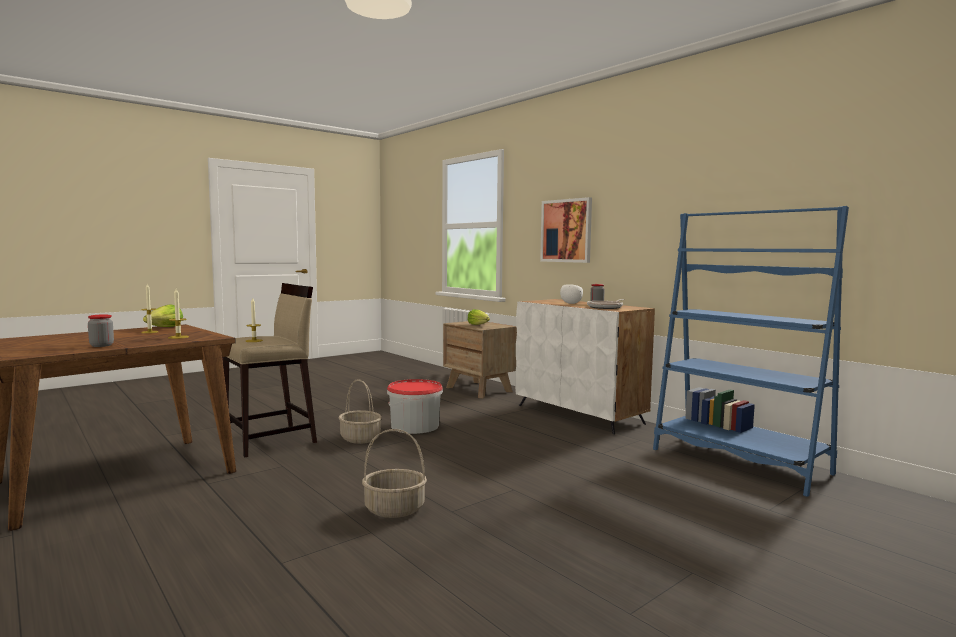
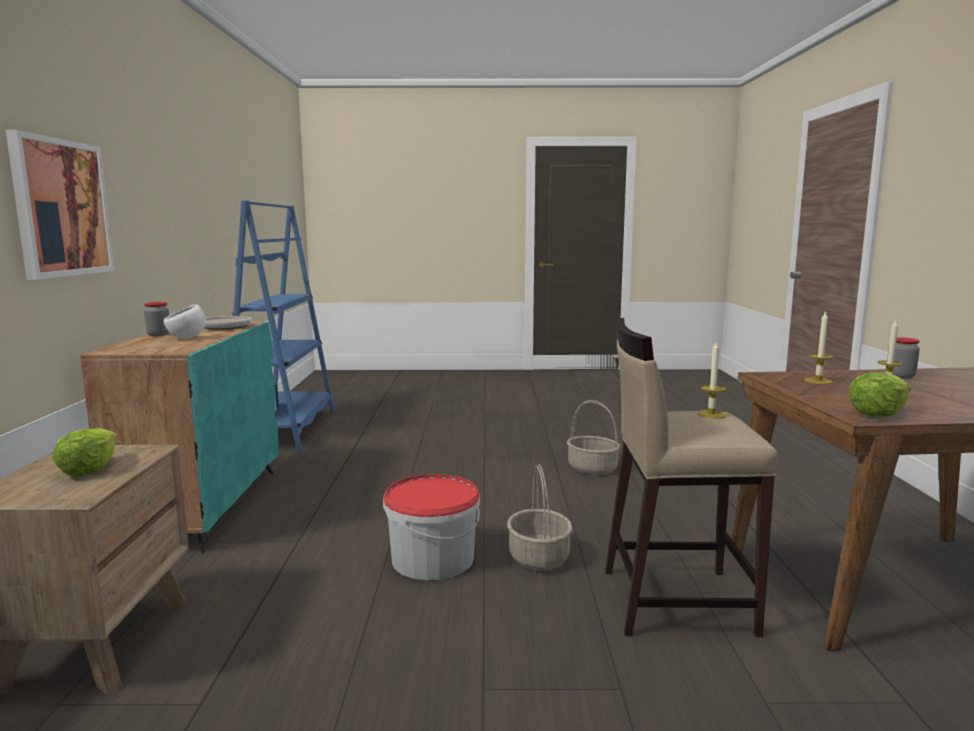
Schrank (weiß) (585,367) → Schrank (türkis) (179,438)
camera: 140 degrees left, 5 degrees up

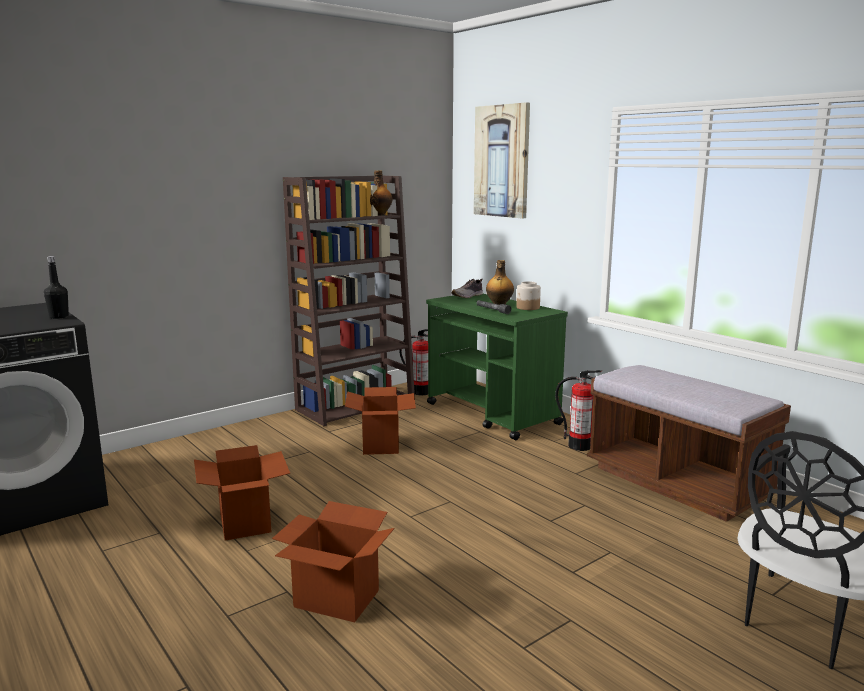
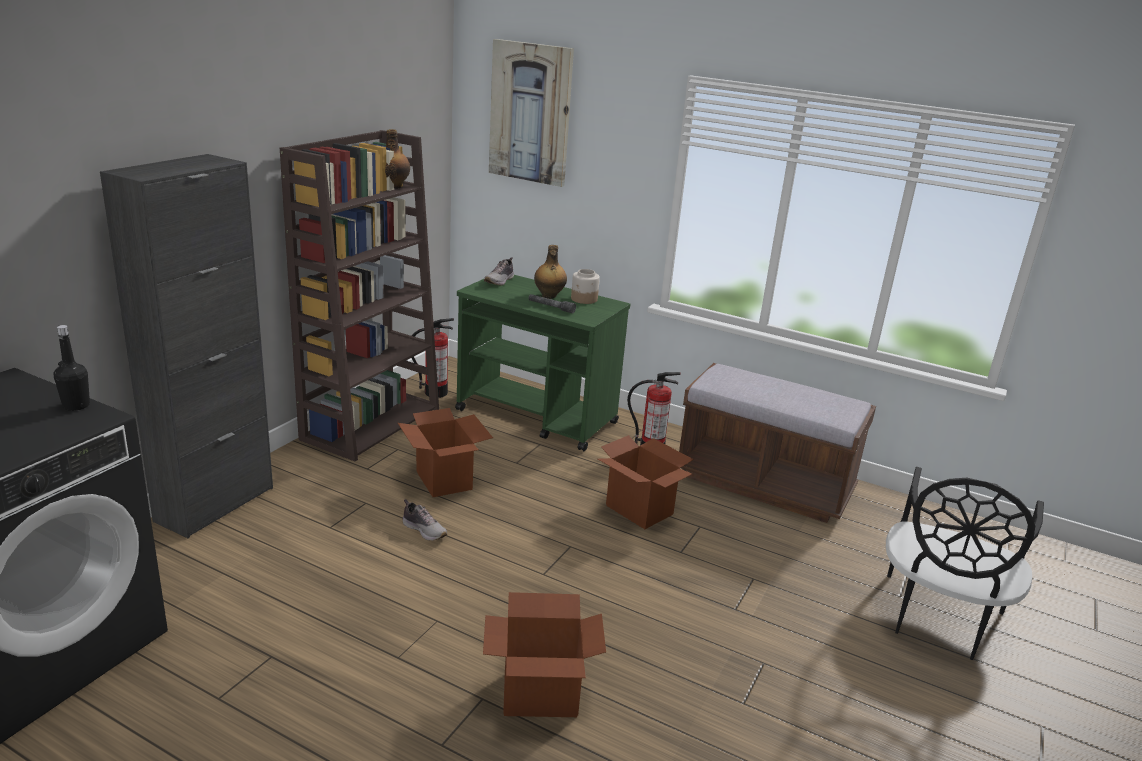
Karton (242,493) → Karton (646,482), relocated
- → Schrank (schwarz) (186,346)
- → Schuh (425,520)
camera: 25 degrees left, 10 degrees up

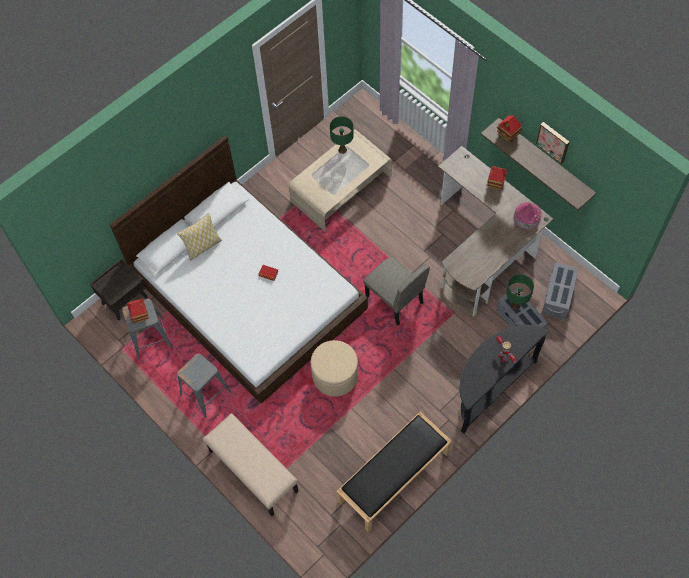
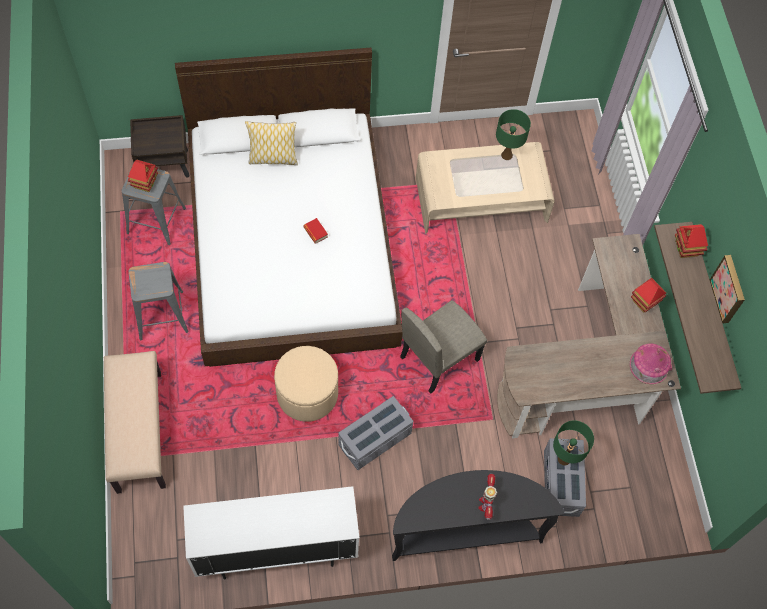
Stuhl (beige) (396,291) → Stuhl (beige) (443,346), 60 degrees clockwise
Aufbewahrungsbox (grau) (560,291) → Aufbewahrungsbox (grau) (375,433), relocated
Bank (schwarz) (394,472) → Schrank (weiß) (271,533)
camera: 30 degrees right, 0 degrees up

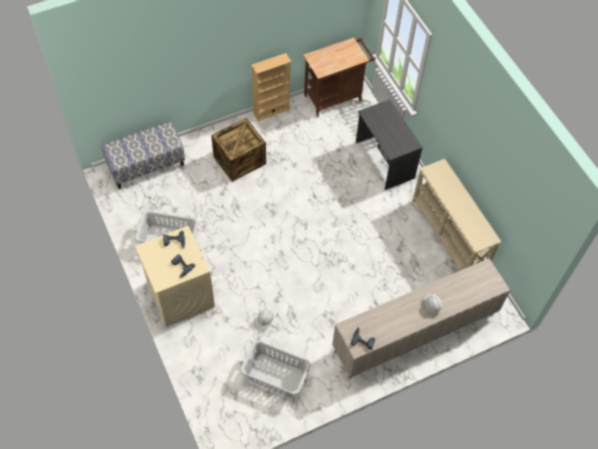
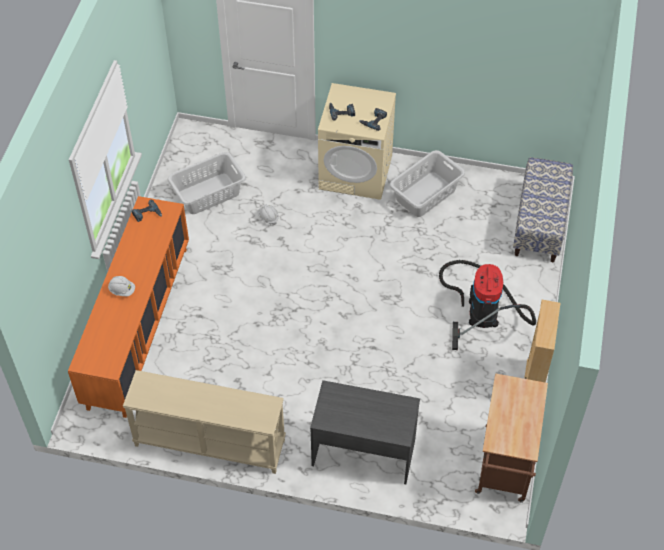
Kiste (238,150) → Staubsauger (487,305)
Schrank (beige) (421,318) → Schrank (orange) (128,307)
camera: 130 degrees right, 5 degrees down

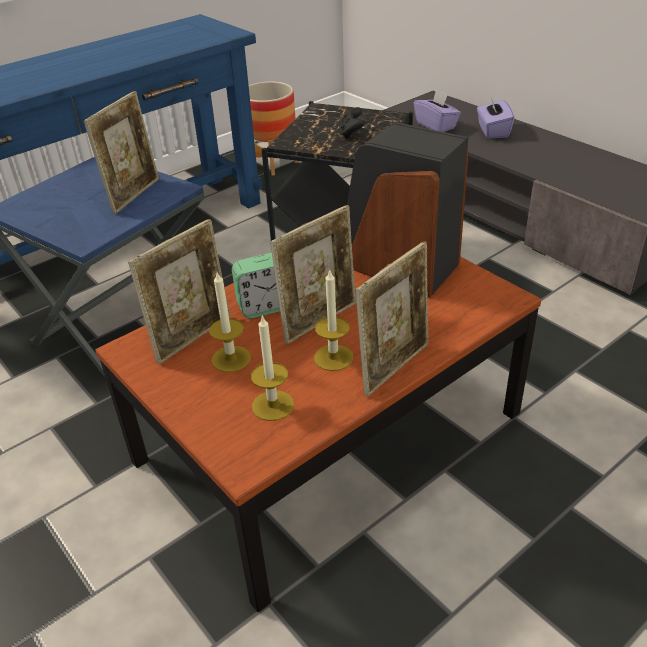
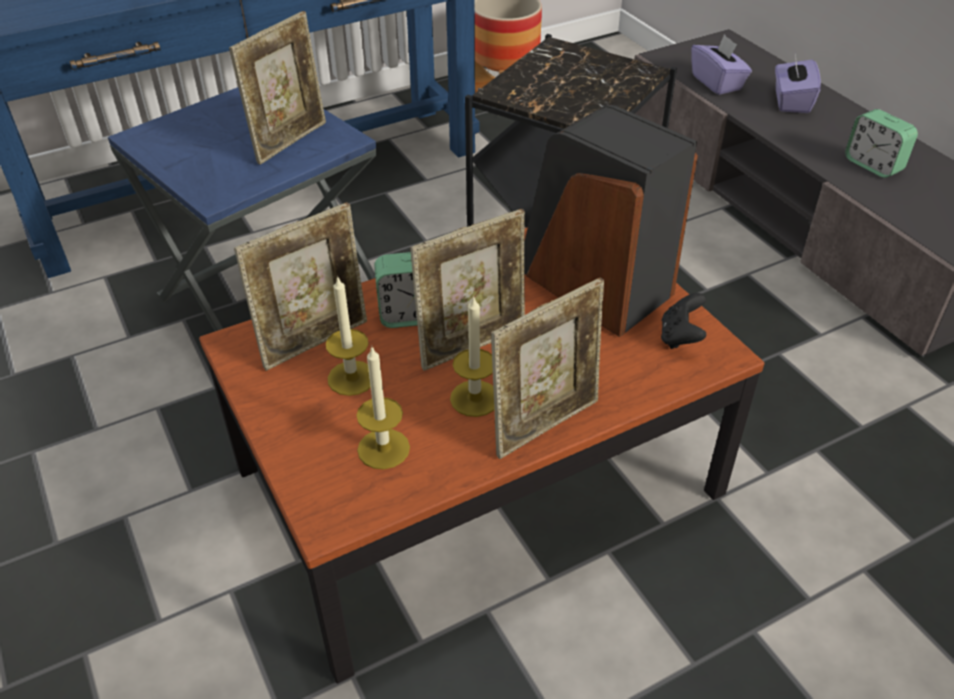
Gamepad (schwarz) (351,123) → Gamepad (schwarz) (684,321), relocated
- → Wecker (881,143)
camera: 10 degrees right, 5 degrees up

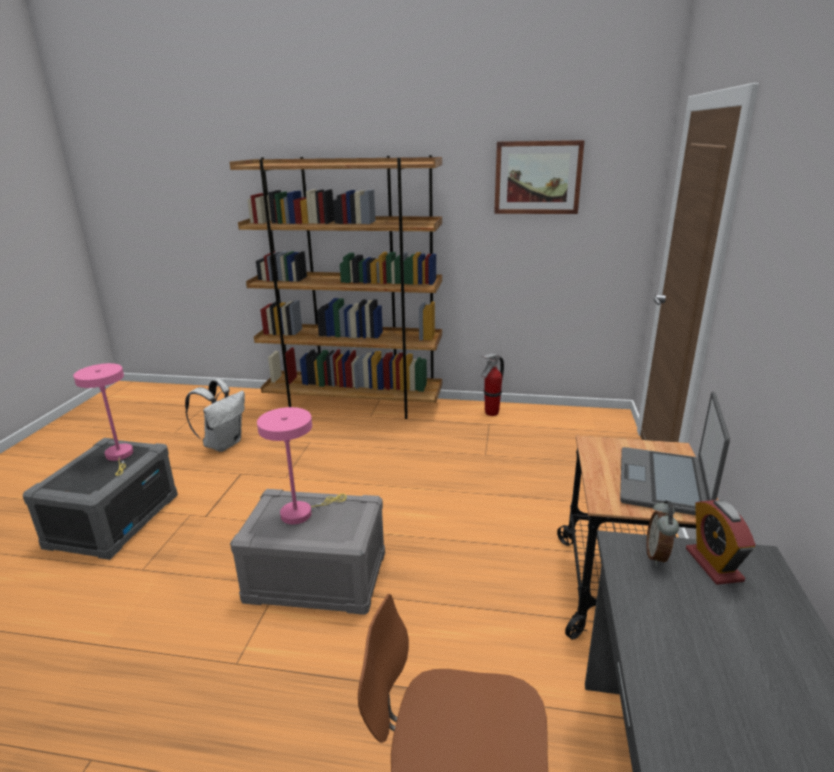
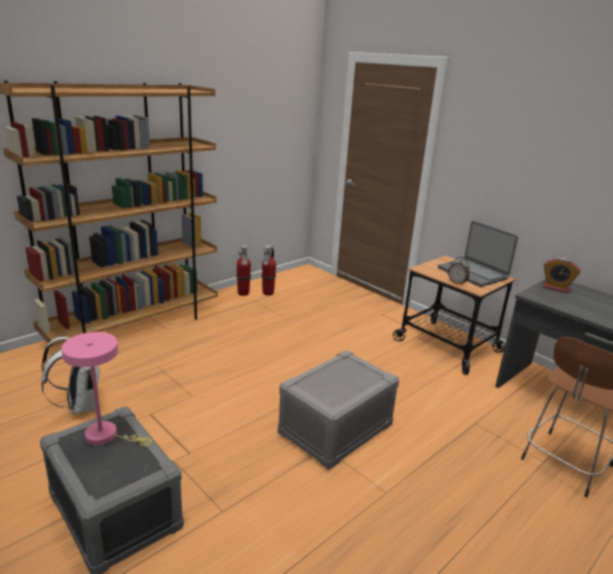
Bild (539,177) → -
Tischlampe (rosa) (302,465) → -
Wecker (662,533) → Wecker (459,271), relocated
- → Feuerlöscher (268,270)
camera: 55 degrees left, 0 degrees up

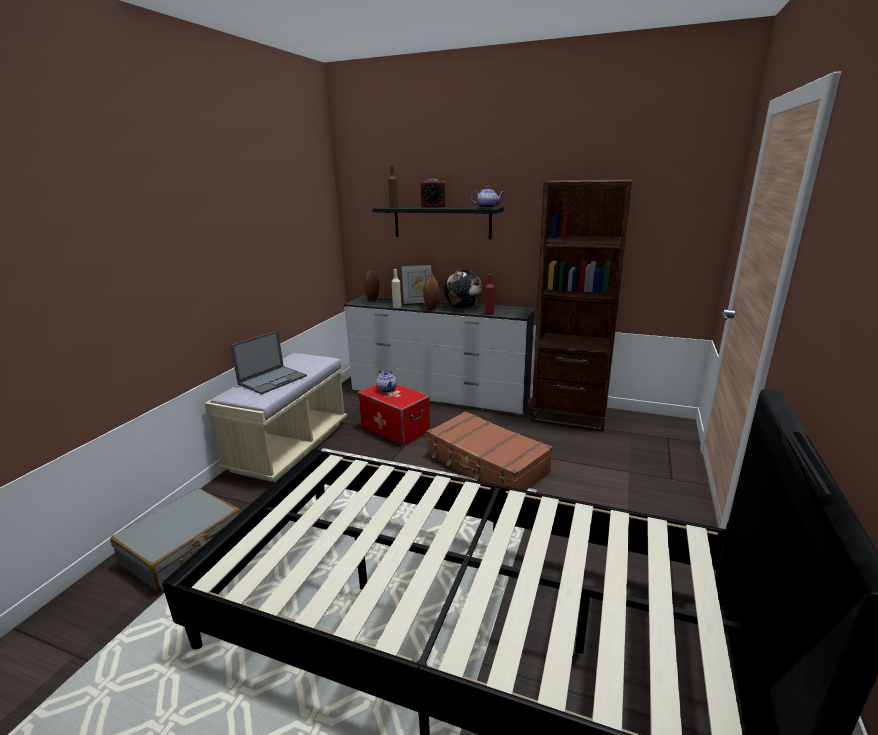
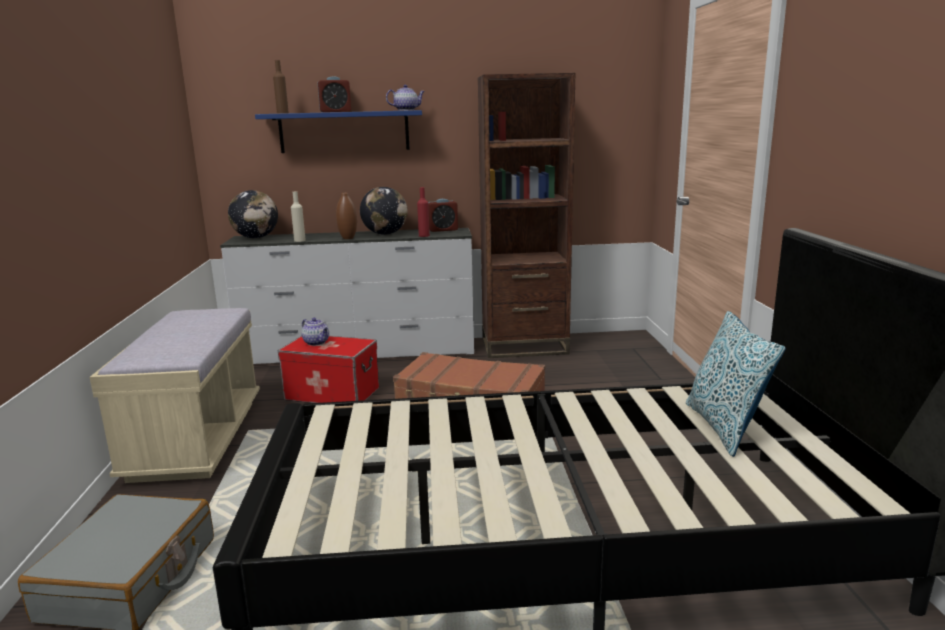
Wandregal (schwarz) (438,222) → Wandregal (blau) (338,131)
Bilderrahmen (416,284) → -
Vase (braun) (372,283) → Globus (253,214)
Laptop (268,362) → -
- → Wecker (443,215)
- → Kissen (736,384)
camera: 25 degrees left, 5 degrees down

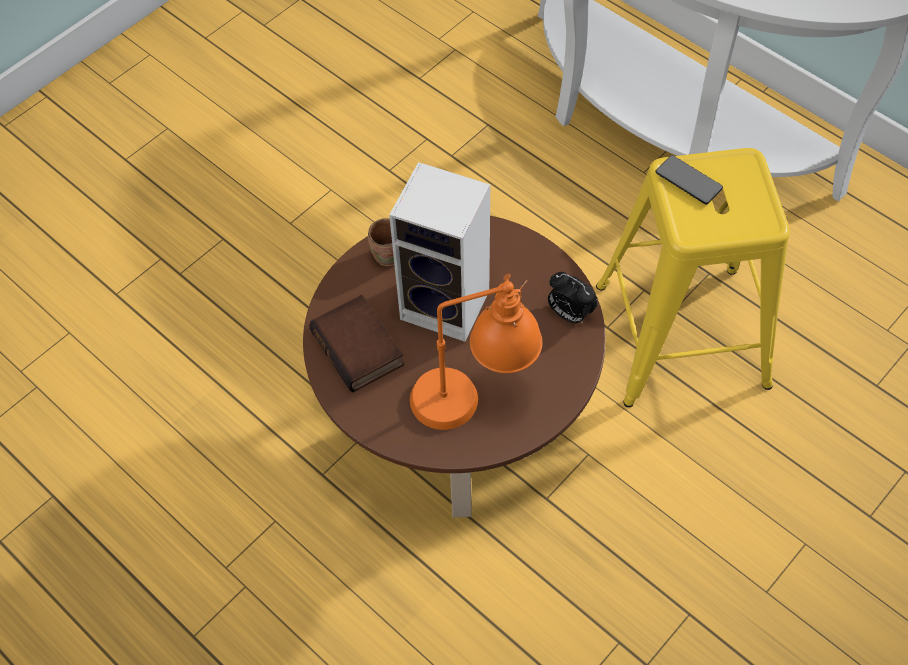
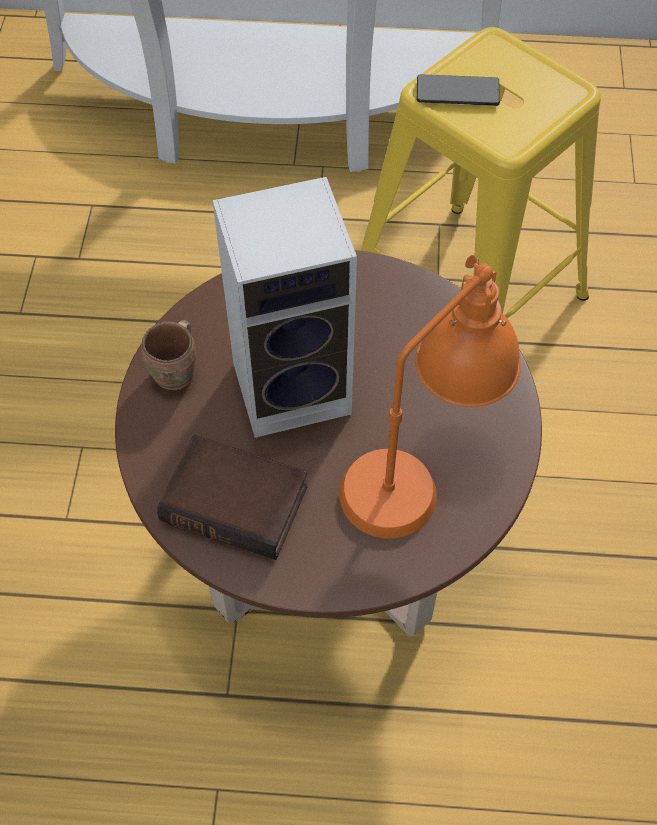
Wecker (573,298) → -
camera: 40 degrees left, 0 degrees up

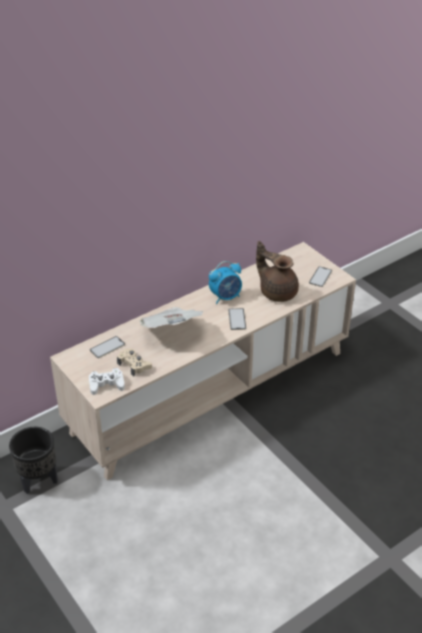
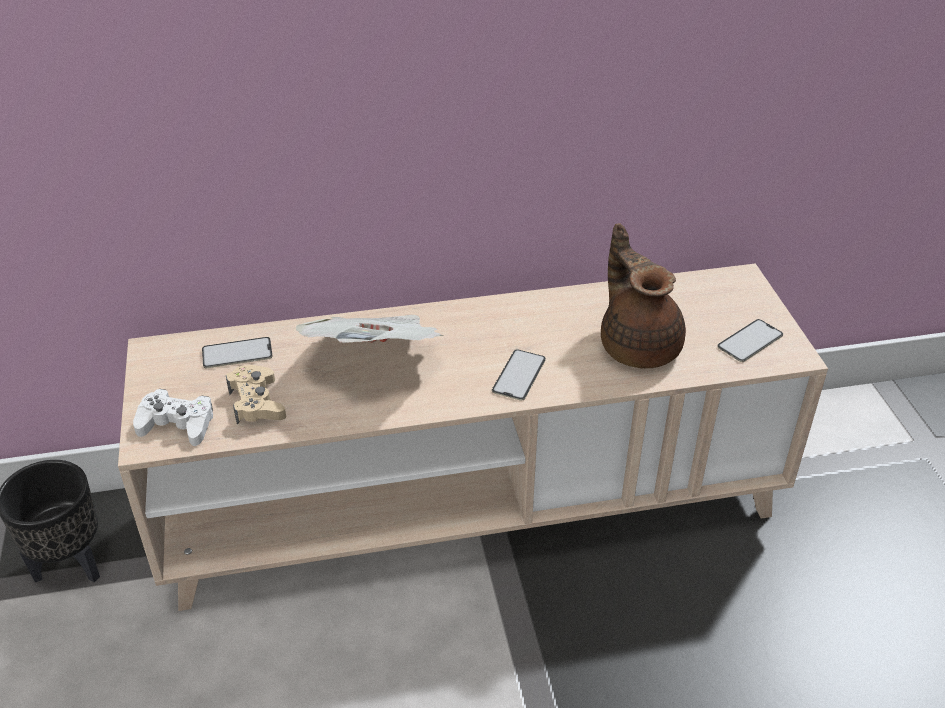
Wecker (225,282) → -
camera: 25 degrees right, 0 degrees up

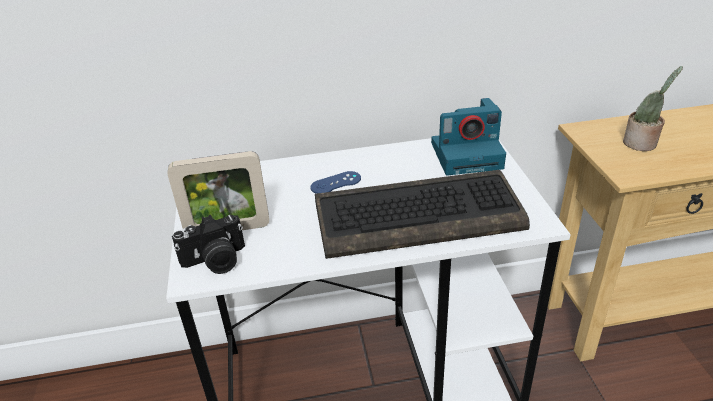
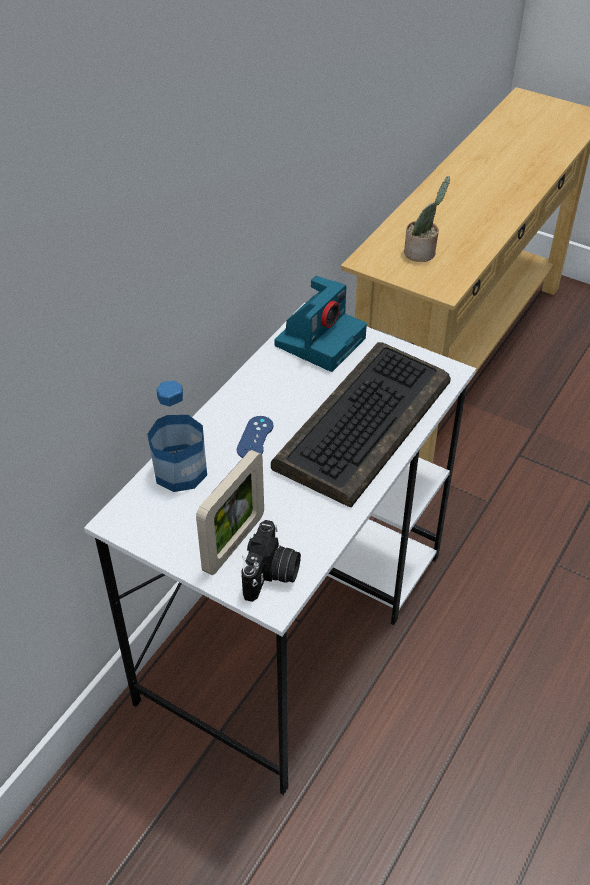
- → Flasche (177,436)
camera: 50 degrees left, 10 degrees up

